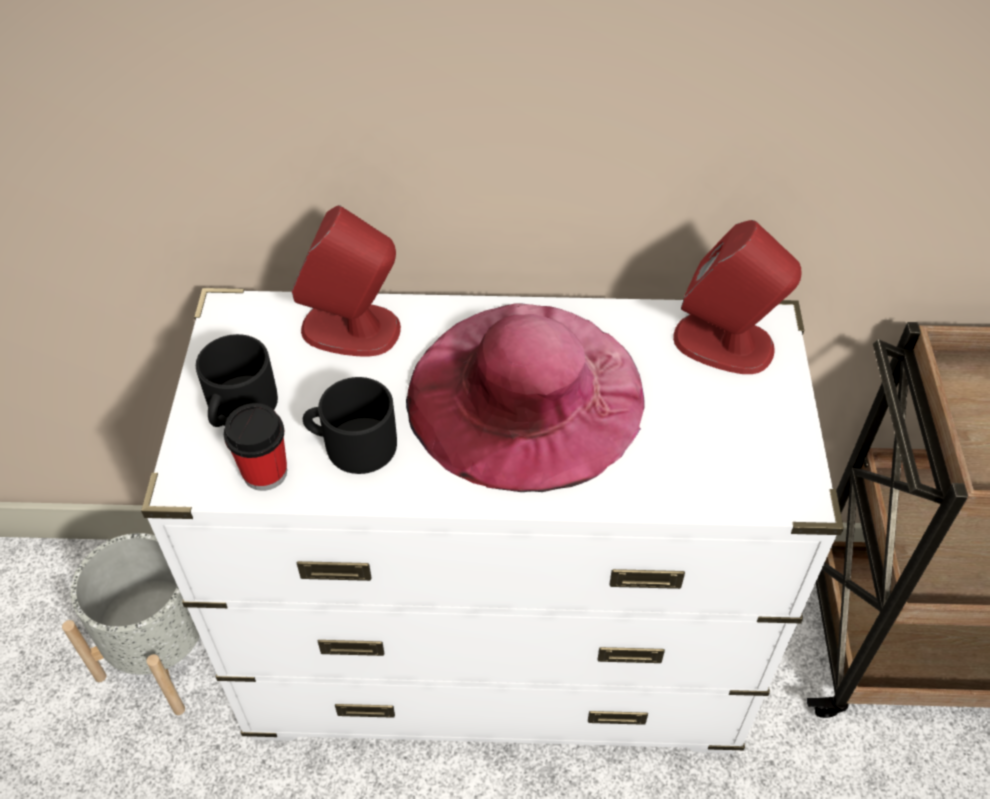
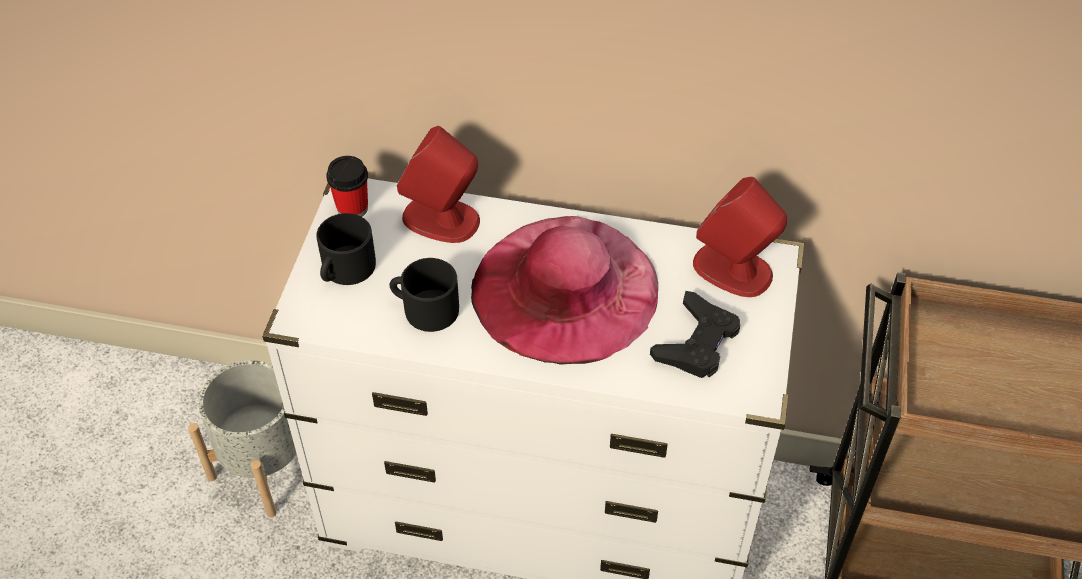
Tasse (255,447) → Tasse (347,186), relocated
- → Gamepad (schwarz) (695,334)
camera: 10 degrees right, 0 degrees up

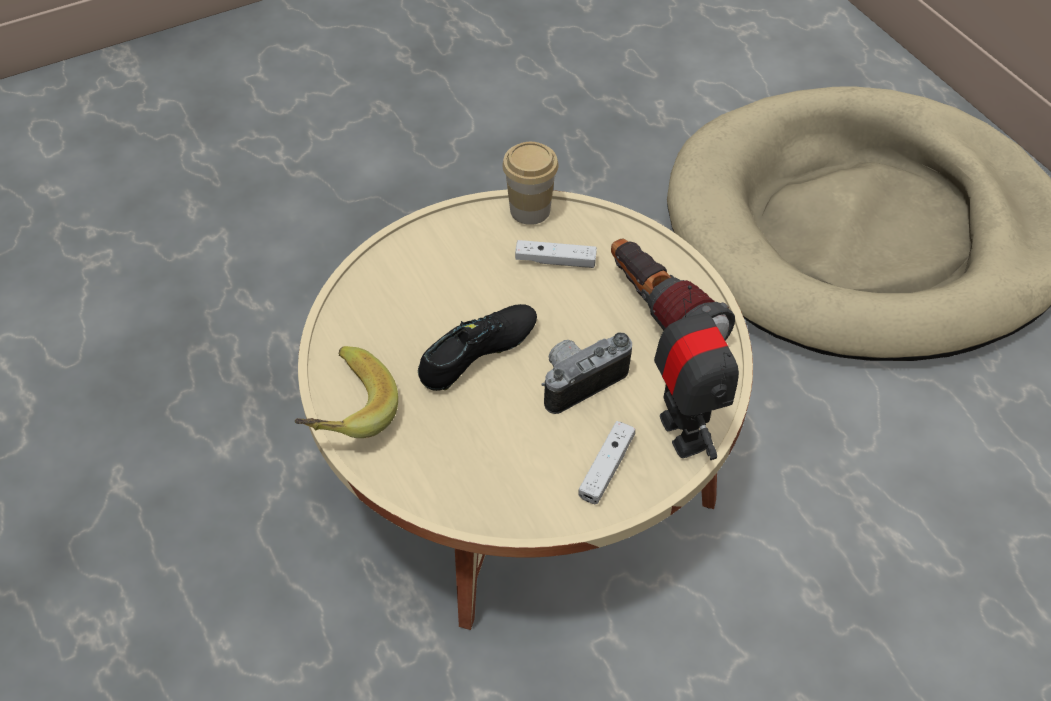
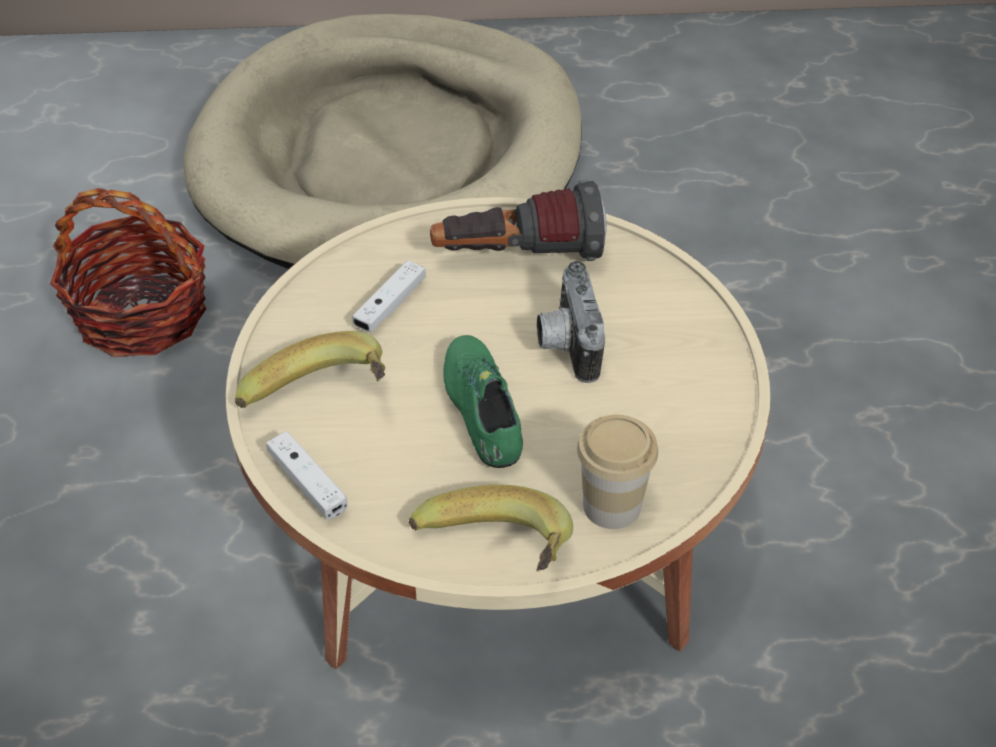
Tasse (530,183) → Tasse (617,472), relocated
Spielzeugroboter (696,372) → -
Schuh (schwarz) (477,347) → Schuh (grün) (483,401)
Gamepad (weiß) (606,462) → Gamepad (weiß) (307,475), relocated
- → Korb (128,272)
- → Banane (310,369)
camera: 65 degrees left, 5 degrees down

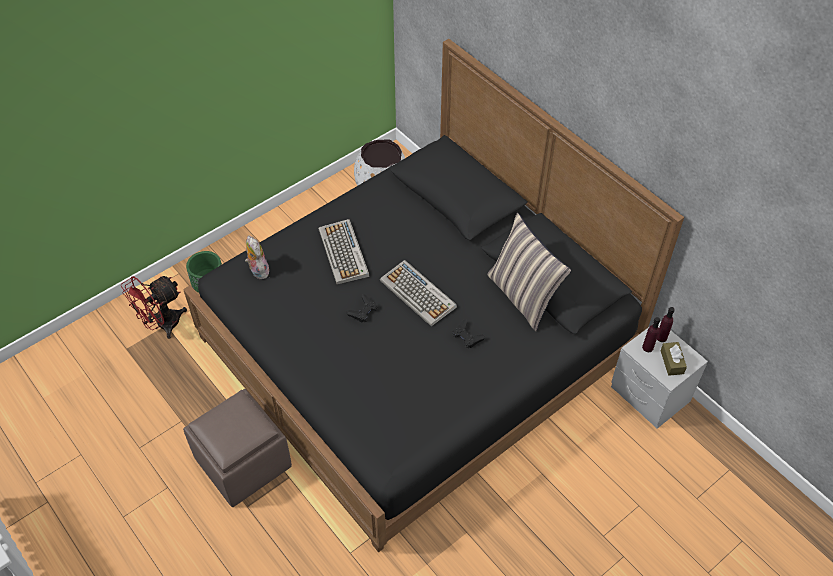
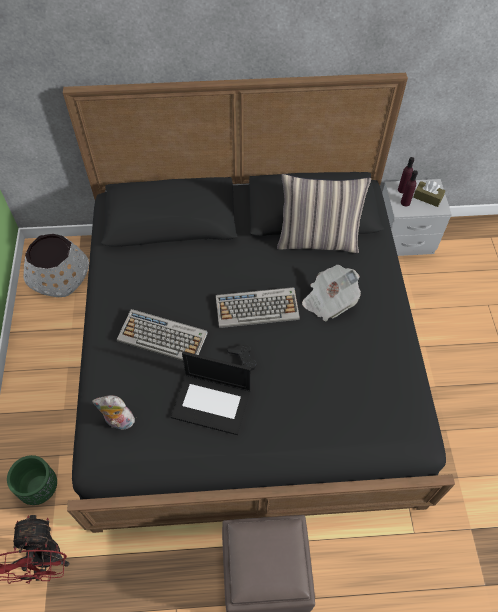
Gamepad (schwarz) (469,333) → Zeitung (331,293)
- → Laptop (211,393)
camera: 55 degrees left, 5 degrees up

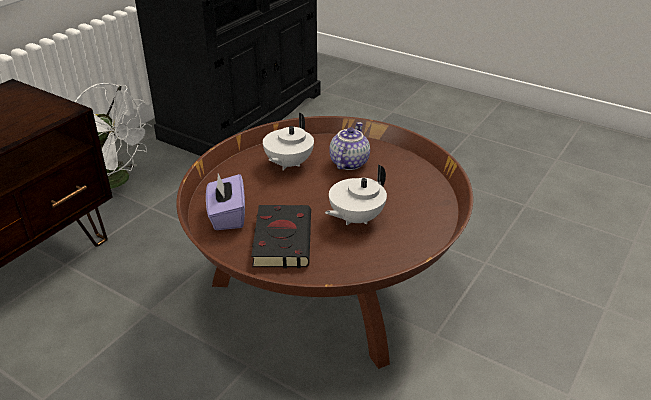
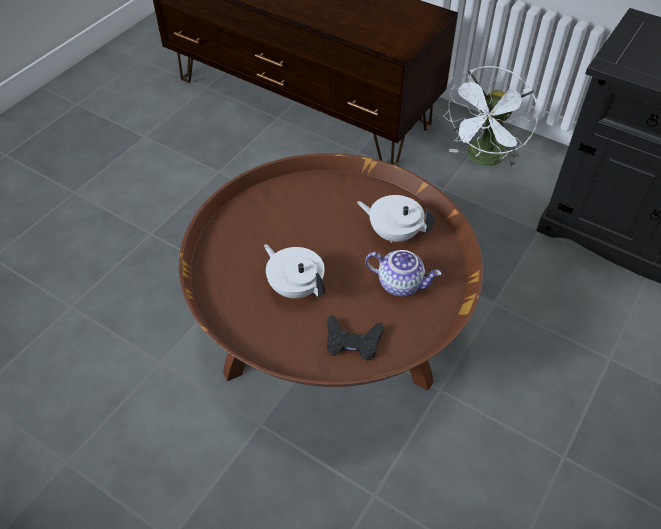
Taschentuchbox (lila) (225,202) → -
Buch (schwarz) (281,236) → -
- → Gamepad (schwarz) (355,338)
camera: 90 degrees right, 15 degrees up

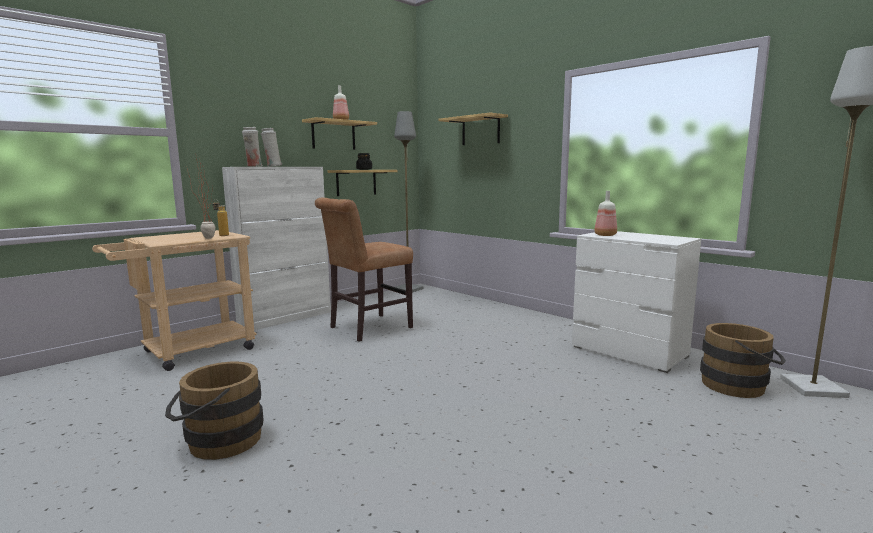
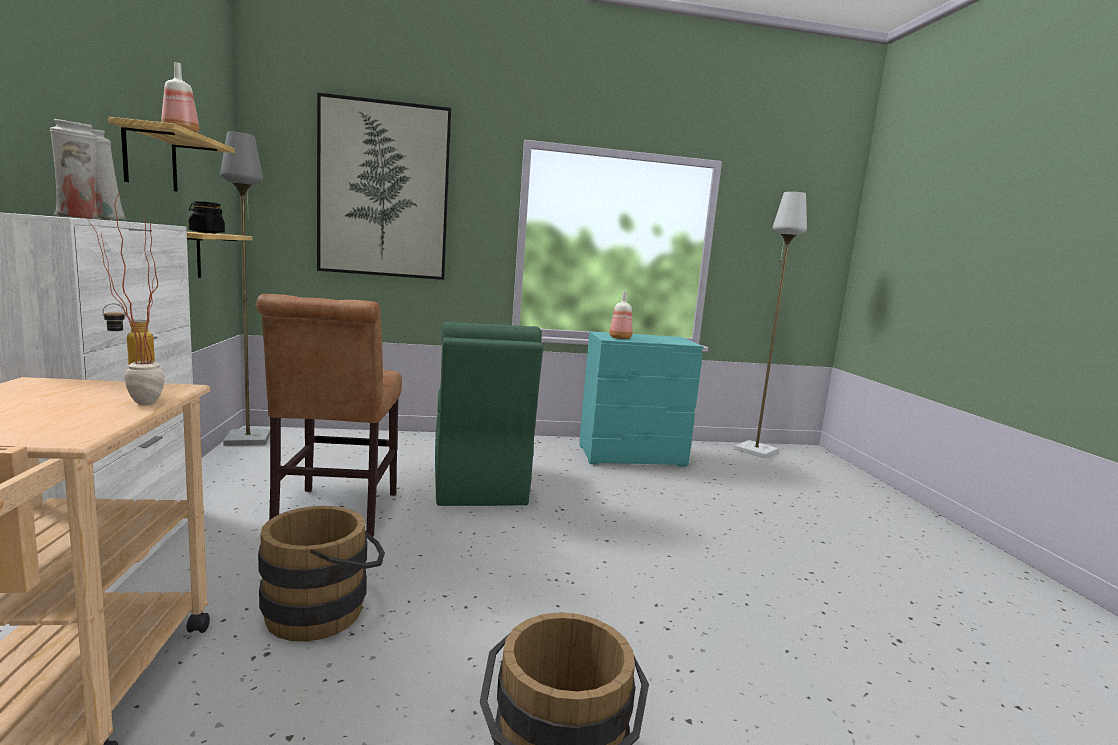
Wandregal (473,129) → Bild (384,186)
Kommode (weiß) (636,302) → Kommode (türkis) (641,399)
Eimer (braun) (743,360) → Eimer (braun) (321,573), relocated
- → Stuhl (grün) (489,414)
camera: 55 degrees left, 0 degrees up

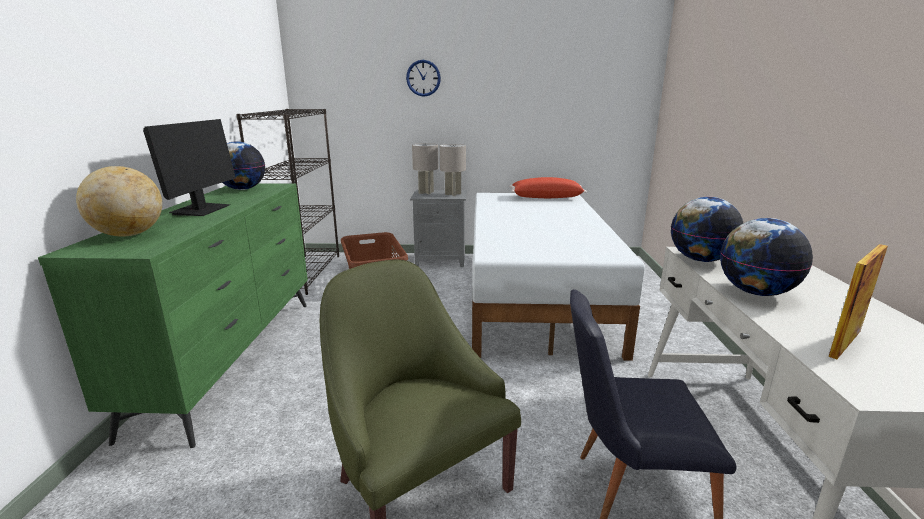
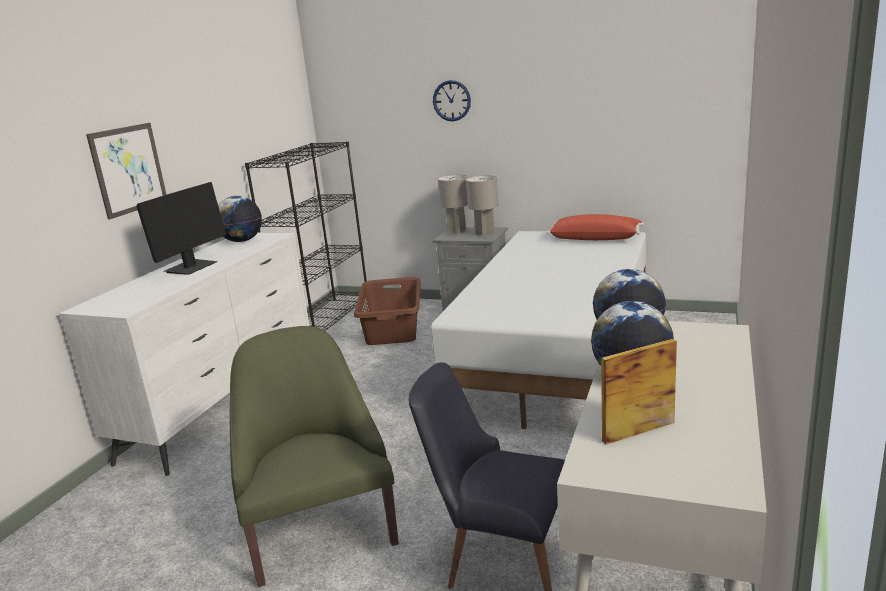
Globus (119,201) → -
Kommode (grün) (173,315) → Kommode (weiß) (184,354)
- → Bild (126,171)
camera: 20 degrees right, 0 degrees up

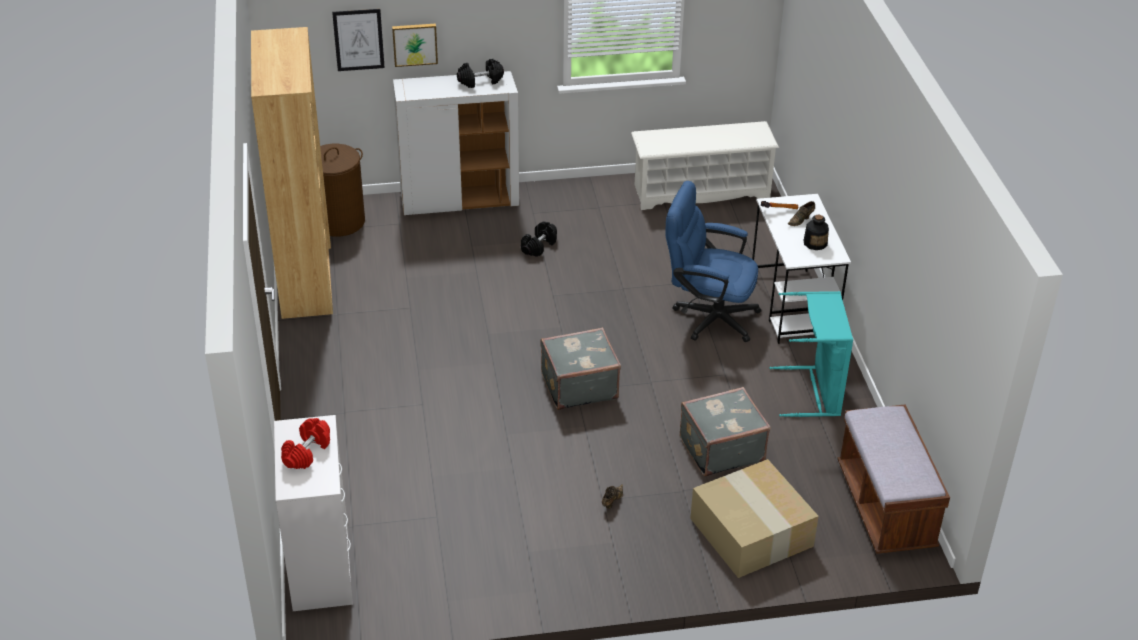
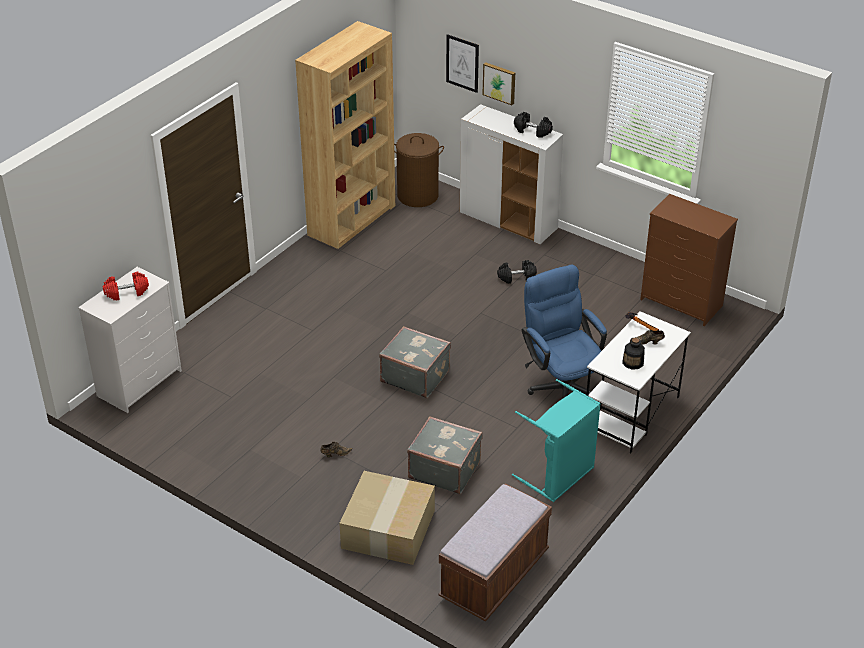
Schuhregal (weiß) (705,165) → Kommode (braun) (689,260)
camera: 45 degrees right, 0 degrees up

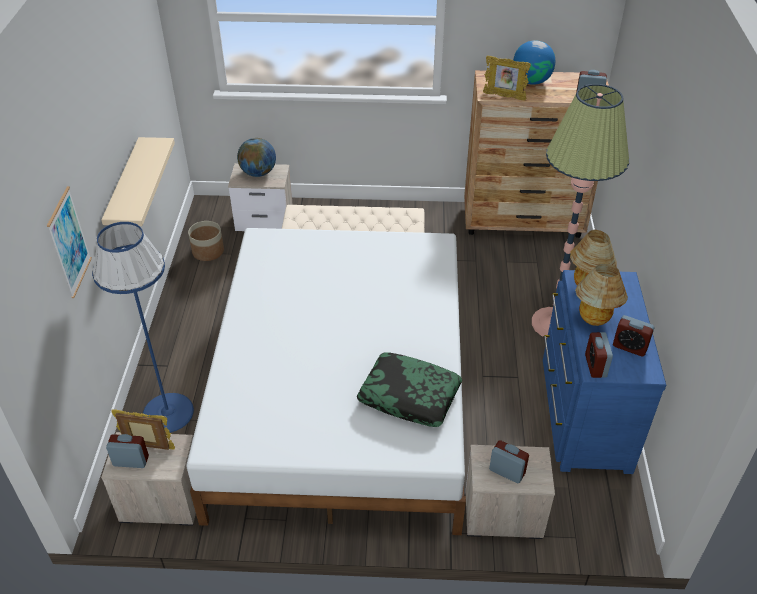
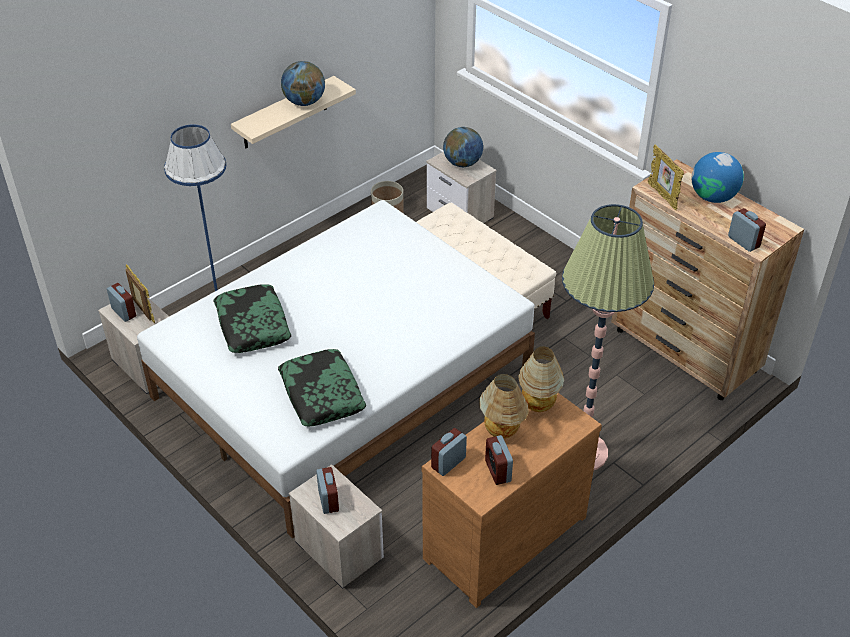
Bild (69,242) → -
Kommode (blau) (604,372) → Kommode (braun) (512,500)
- → Globus (303,83)
- → Kissen (252,318)
camera: 45 degrees right, 0 degrees up

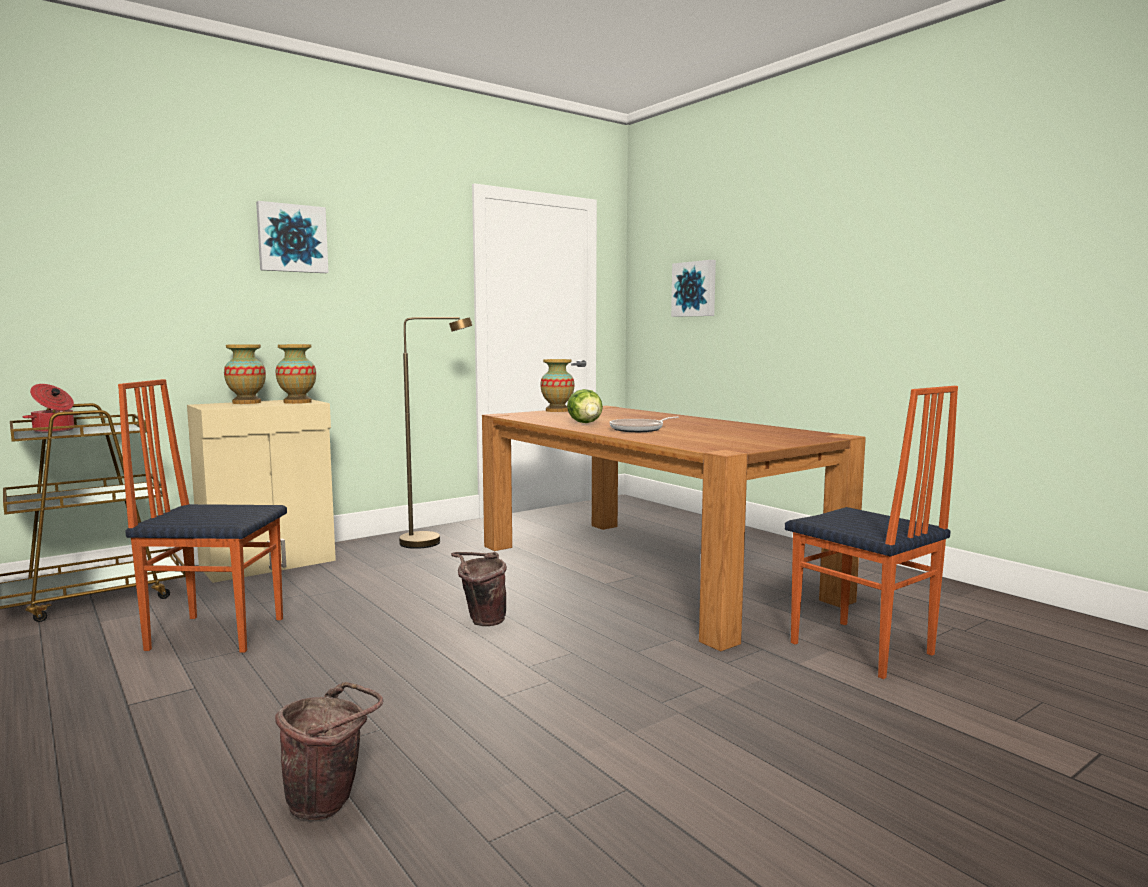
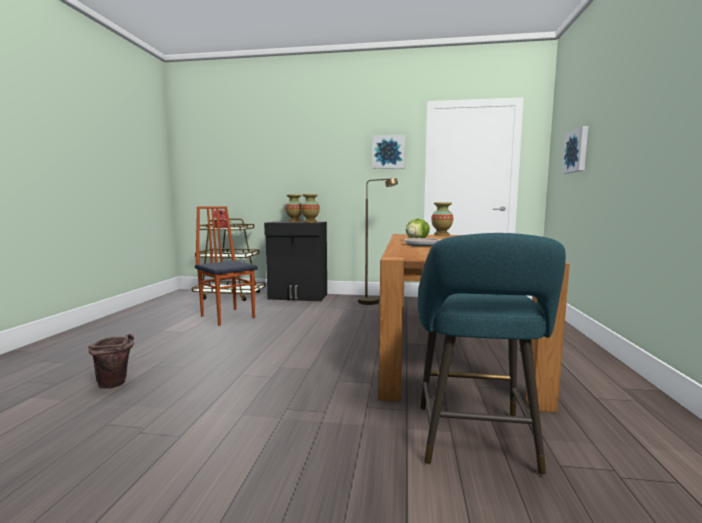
Bild (292,237) → Bild (388,152), relocated
Stuhl (871,532) → Hocker (türkis) (492,354)
Schrank (beige) (261,491) → Schrank (schwarz) (295,261)
Eimer (braun) (479,589) → -
camera: 45 degrees right, 0 degrees up

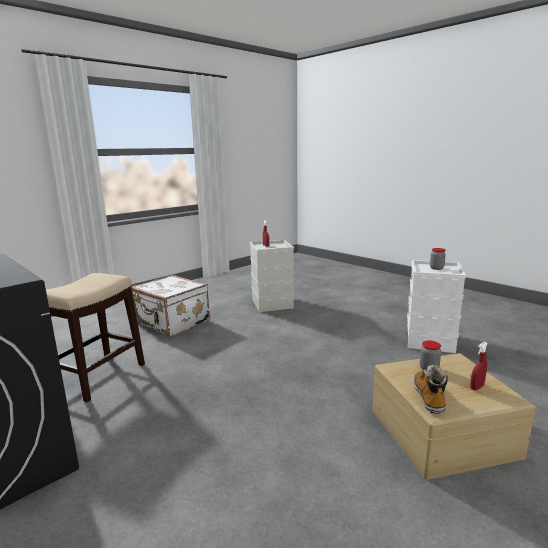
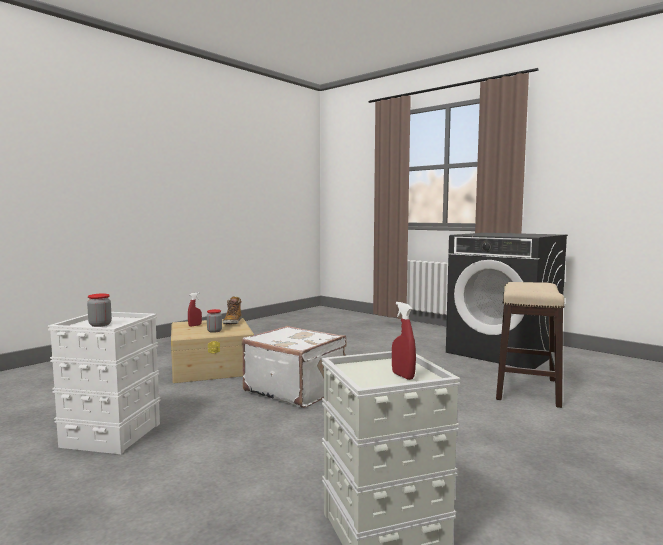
Koffer (weiß) (170,306) → Koffer (weiß) (294,367), relocated
camera: 175 degrees right, 10 degrees down

